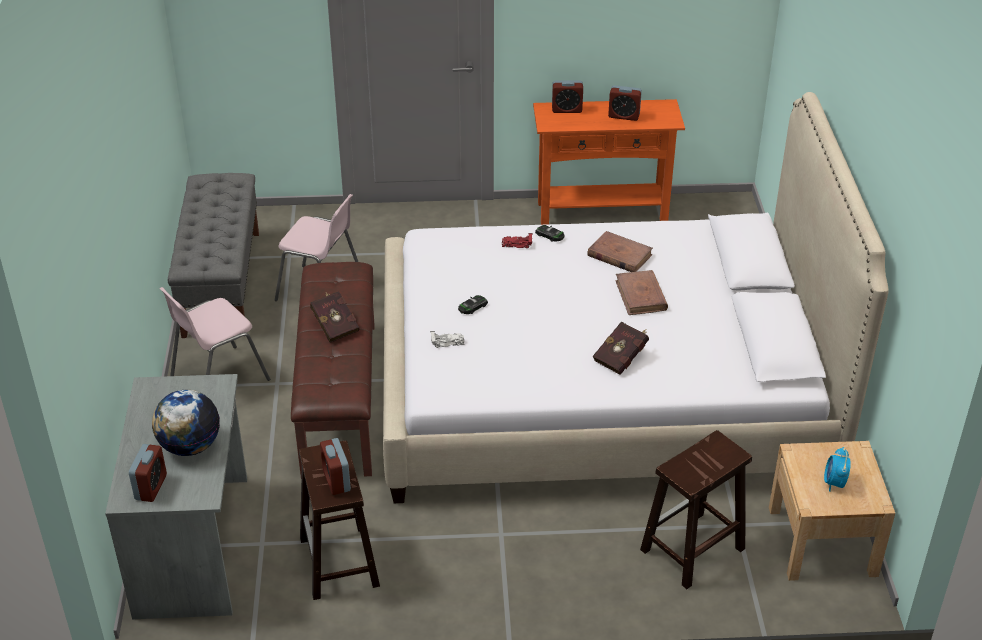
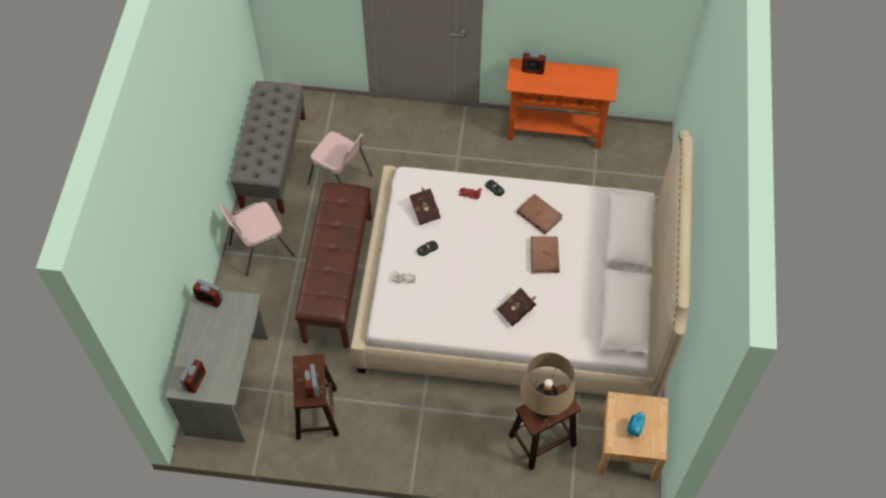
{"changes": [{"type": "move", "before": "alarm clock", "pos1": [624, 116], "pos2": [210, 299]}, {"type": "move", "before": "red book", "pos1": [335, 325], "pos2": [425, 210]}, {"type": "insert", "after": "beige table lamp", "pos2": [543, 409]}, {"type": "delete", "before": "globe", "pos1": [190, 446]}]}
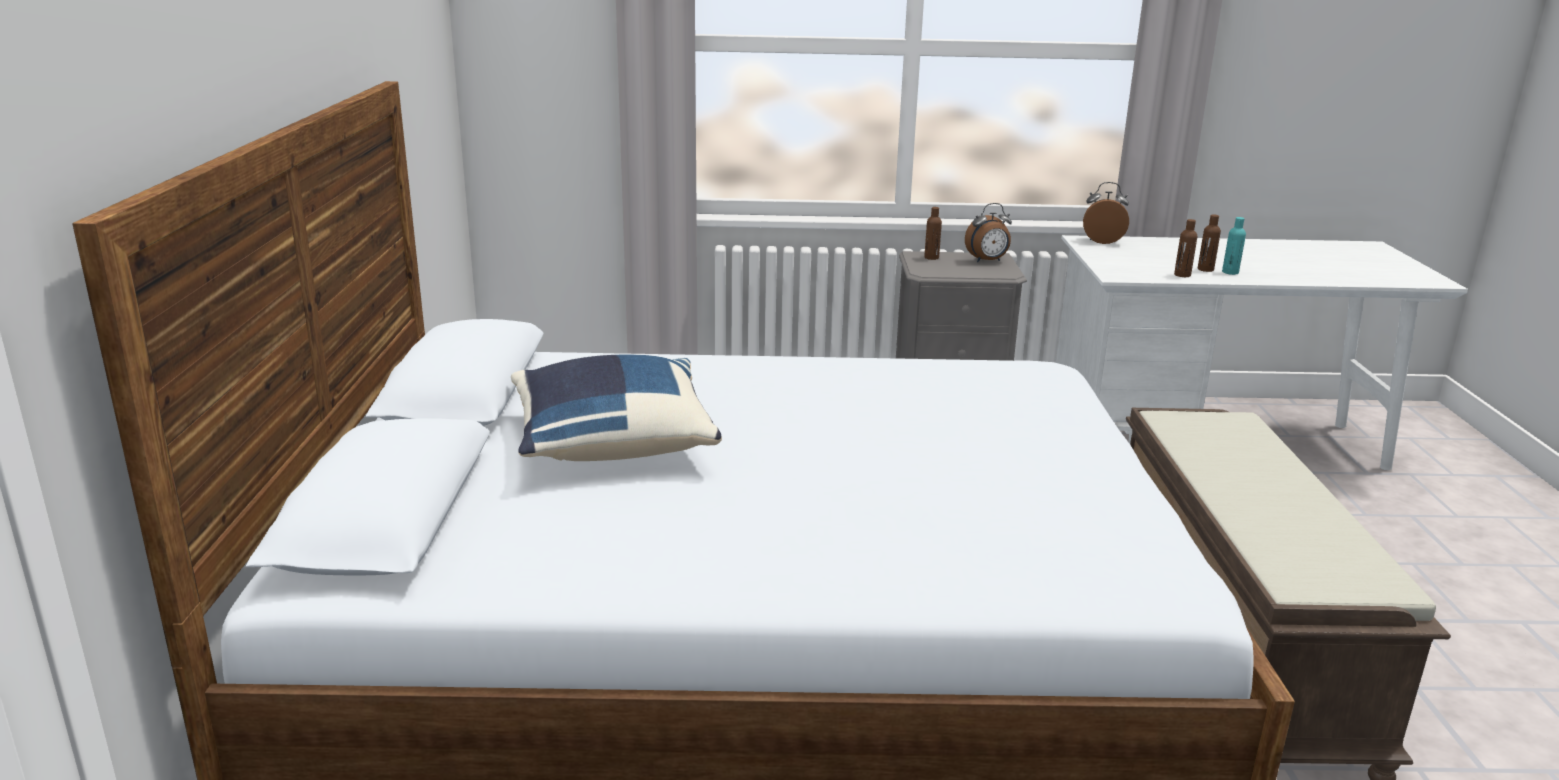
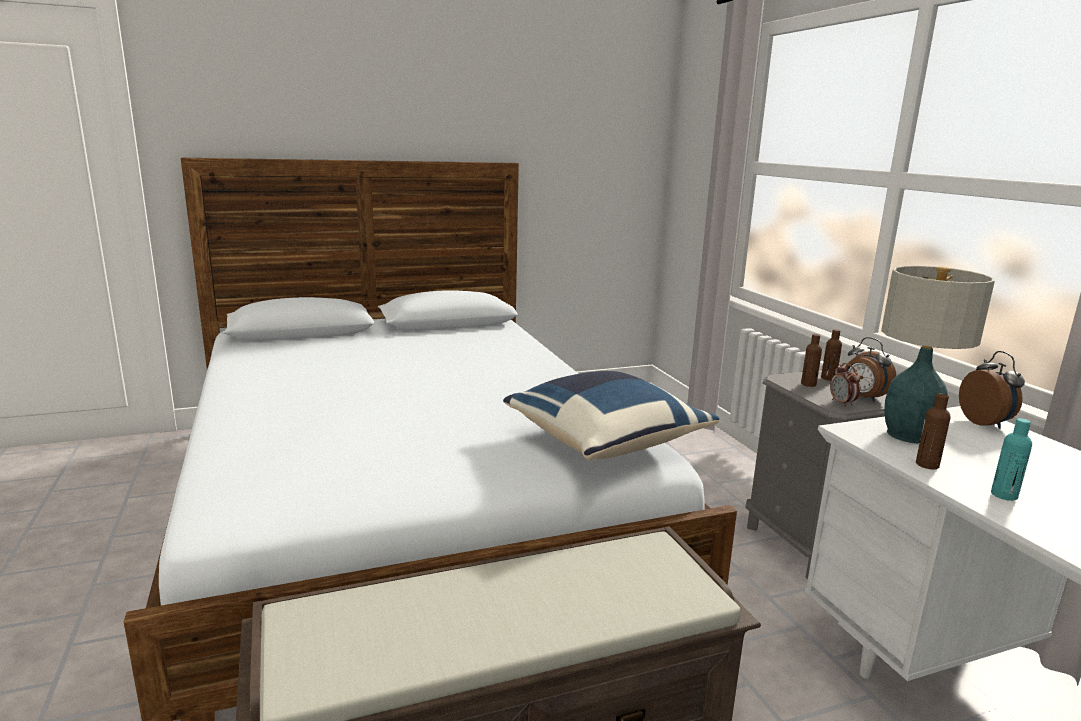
{"changes": [{"type": "move", "before": "blue pillow", "pos1": [612, 443], "pos2": [604, 441]}, {"type": "move", "before": "brown bottle", "pos1": [1205, 269], "pos2": [808, 384]}, {"type": "insert", "after": "alarm clock", "pos2": [842, 403]}, {"type": "insert", "after": "table lamp", "pos2": [907, 435]}]}
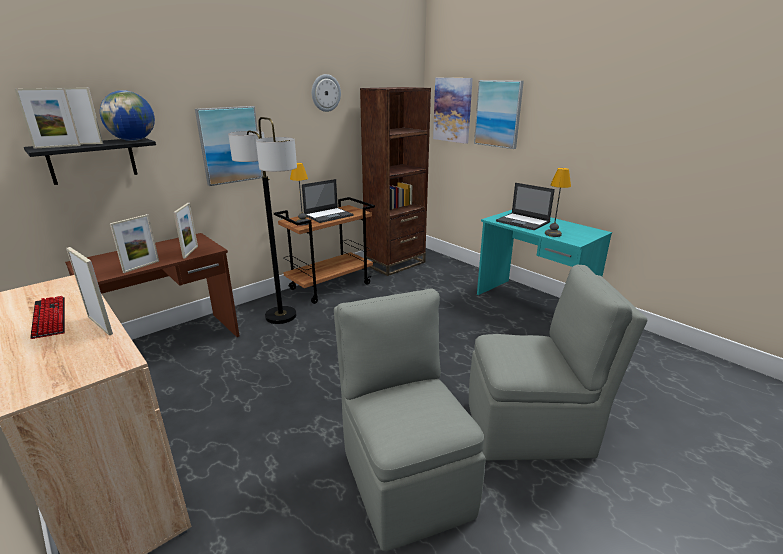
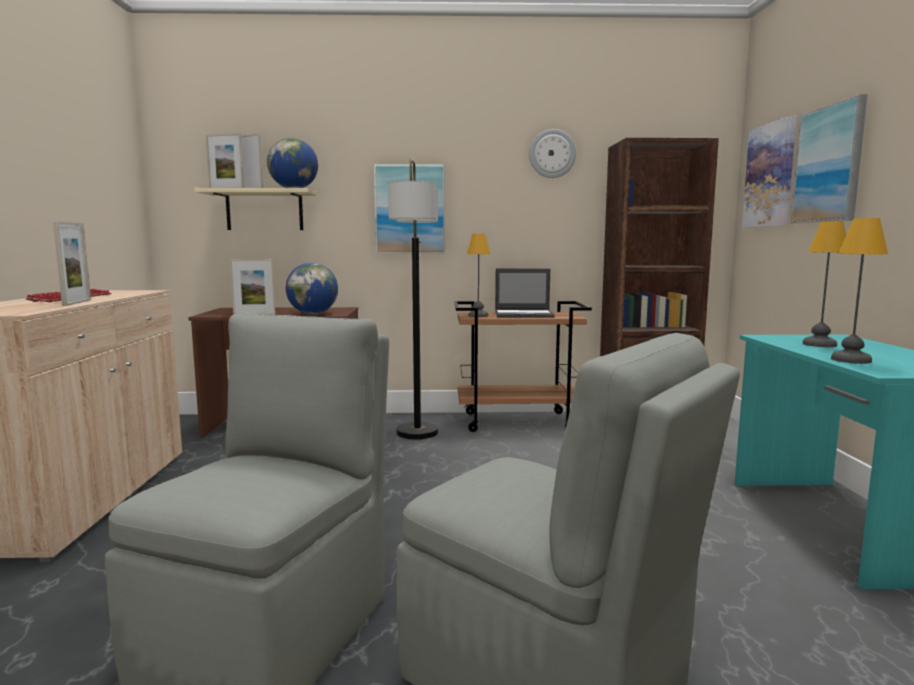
{"changes": [{"type": "recolor", "before": "black shelf", "after": "beige shelf", "pos1": [92, 160], "pos2": [264, 210]}, {"type": "replace", "before": "picture frame", "after": "globe", "pos1": [190, 252], "pos2": [313, 313]}, {"type": "replace", "before": "laptop", "after": "table lamp", "pos1": [523, 222], "pos2": [820, 344]}]}
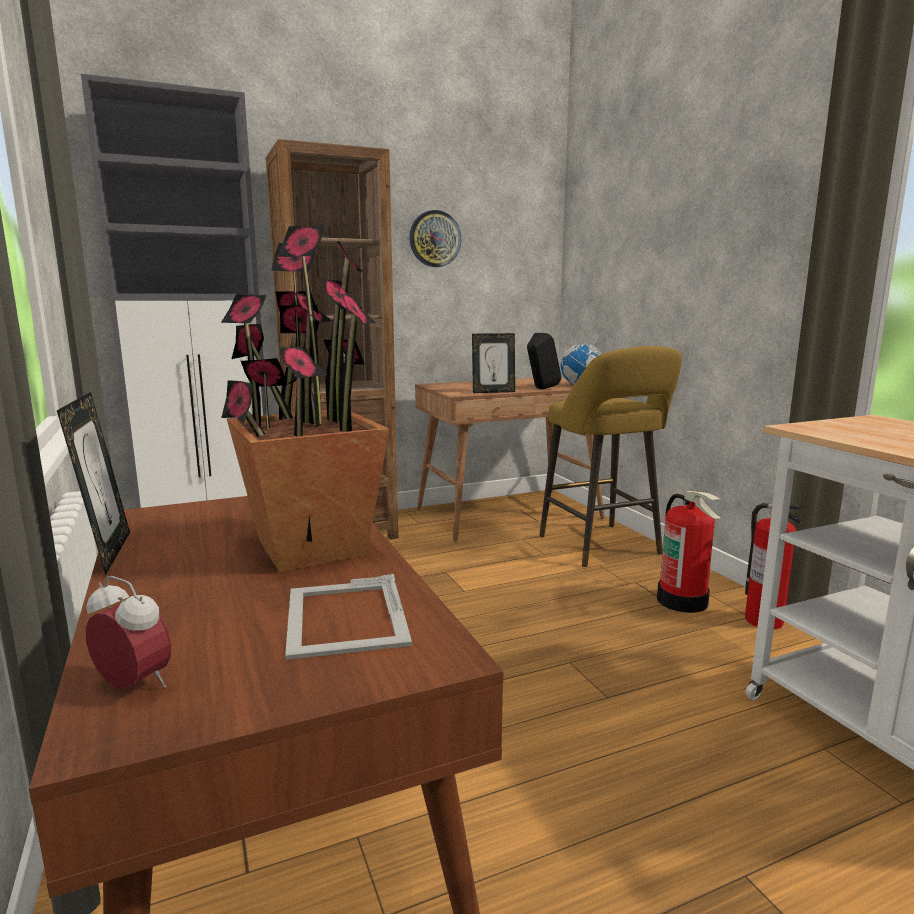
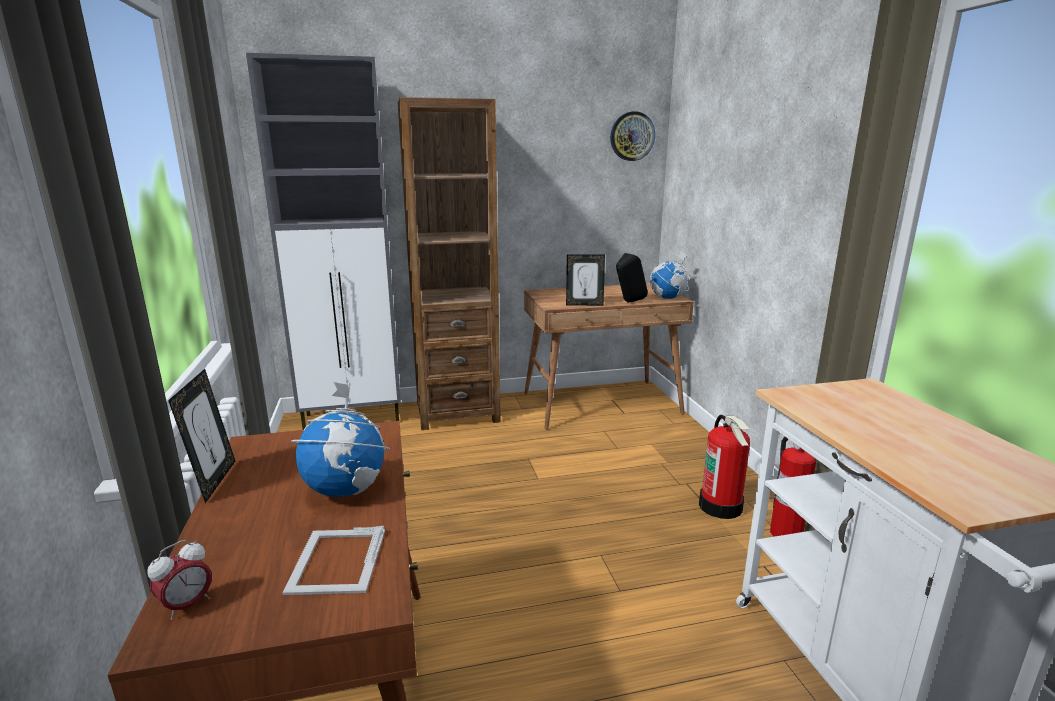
{"changes": [{"type": "rotate", "before": "alarm clock", "pos1": [134, 686], "pos2": [187, 605], "turn": 90}, {"type": "replace", "before": "potted plant", "after": "globe", "pos1": [310, 547], "pos2": [346, 489]}, {"type": "move", "before": "wall clock", "pos1": [435, 239], "pos2": [632, 136]}, {"type": "delete", "before": "yellow stool", "pos1": [603, 547]}]}
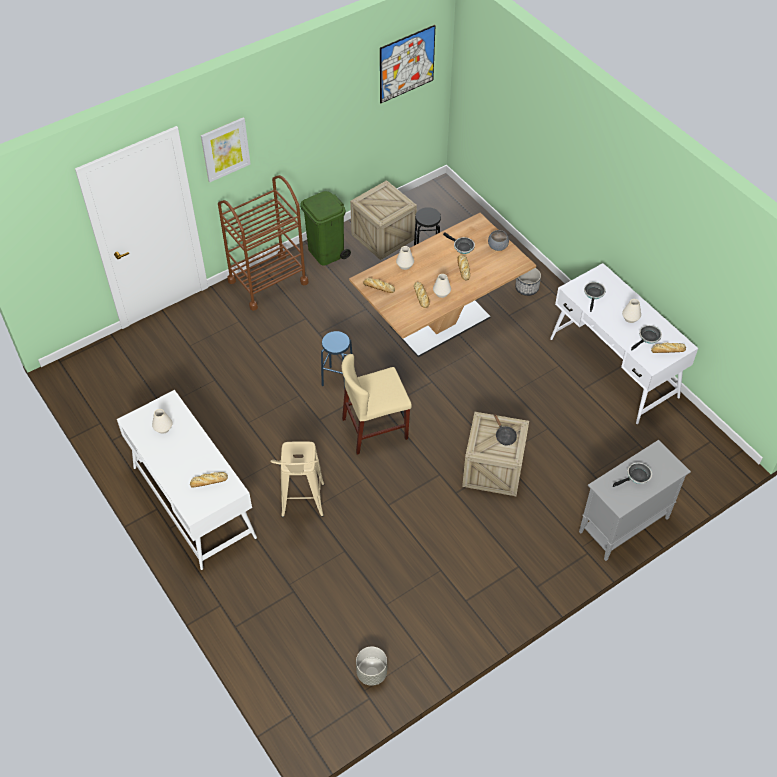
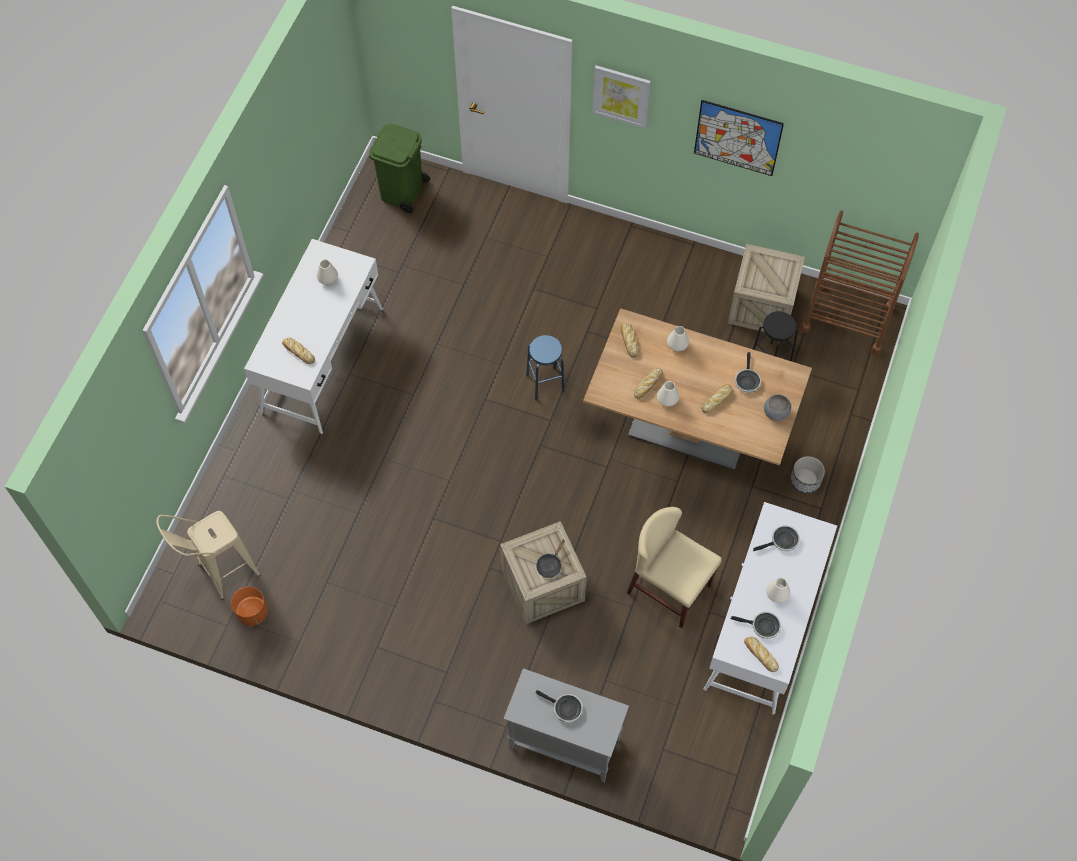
{"changes": [{"type": "move", "before": "beige stool", "pos1": [302, 507], "pos2": [220, 575]}, {"type": "recolor", "before": "grey planter", "after": "orange planter", "pos1": [371, 673], "pos2": [252, 612]}, {"type": "move", "before": "green trash can", "pos1": [326, 252], "pos2": [402, 192]}, {"type": "move", "before": "beige chair", "pos1": [375, 429], "pos2": [669, 589]}, {"type": "move", "before": "picture", "pos1": [407, 64], "pos2": [737, 138]}, {"type": "move", "before": "brown cart", "pos1": [268, 281], "pos2": [847, 318]}]}
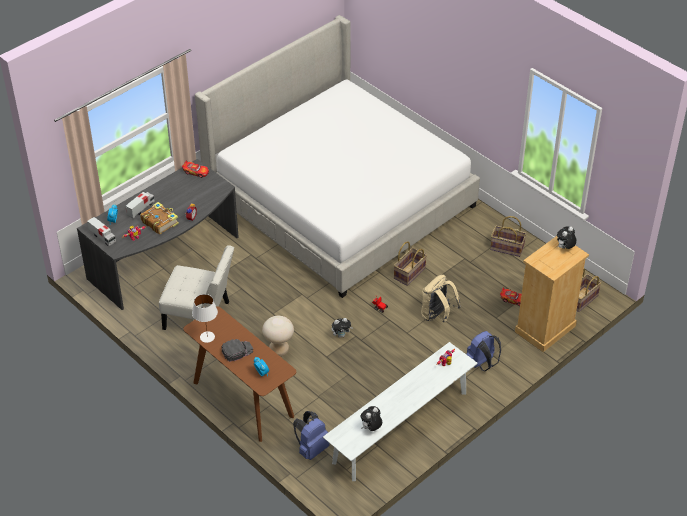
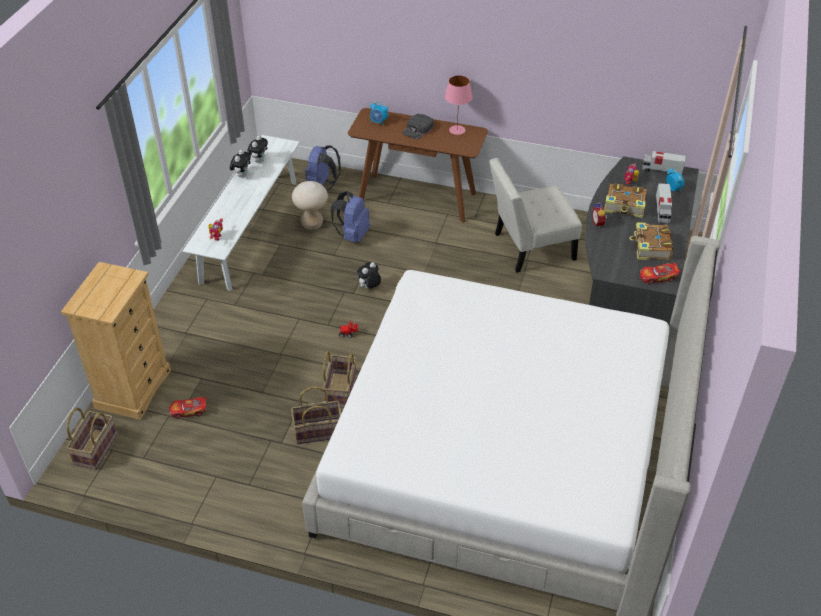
{"changes": [{"type": "move", "before": "plush toy", "pos1": [565, 248], "pos2": [242, 175]}, {"type": "move", "before": "basket", "pos1": [506, 248], "pos2": [318, 431]}, {"type": "move", "before": "beige stool", "pos1": [279, 351], "pos2": [312, 224]}, {"type": "move", "before": "blue backpack", "pos1": [482, 364], "pos2": [352, 235]}, {"type": "recolor", "before": "white table lamp", "after": "pink table lamp", "pos1": [207, 336], "pos2": [457, 130]}, {"type": "insert", "after": "book", "pos2": [651, 247]}, {"type": "delete", "before": "beige backpack", "pos1": [437, 316]}]}
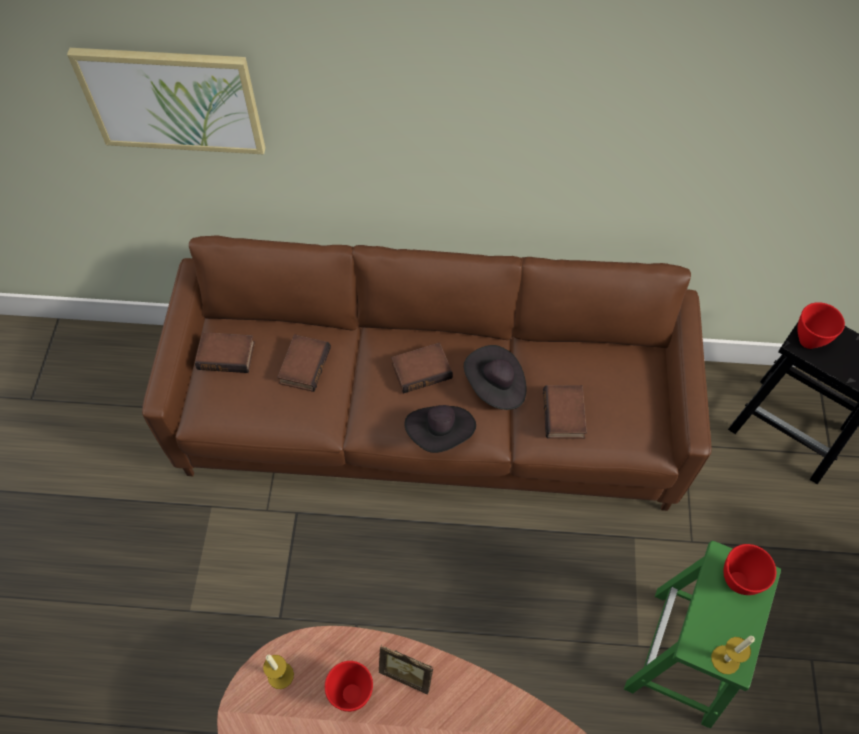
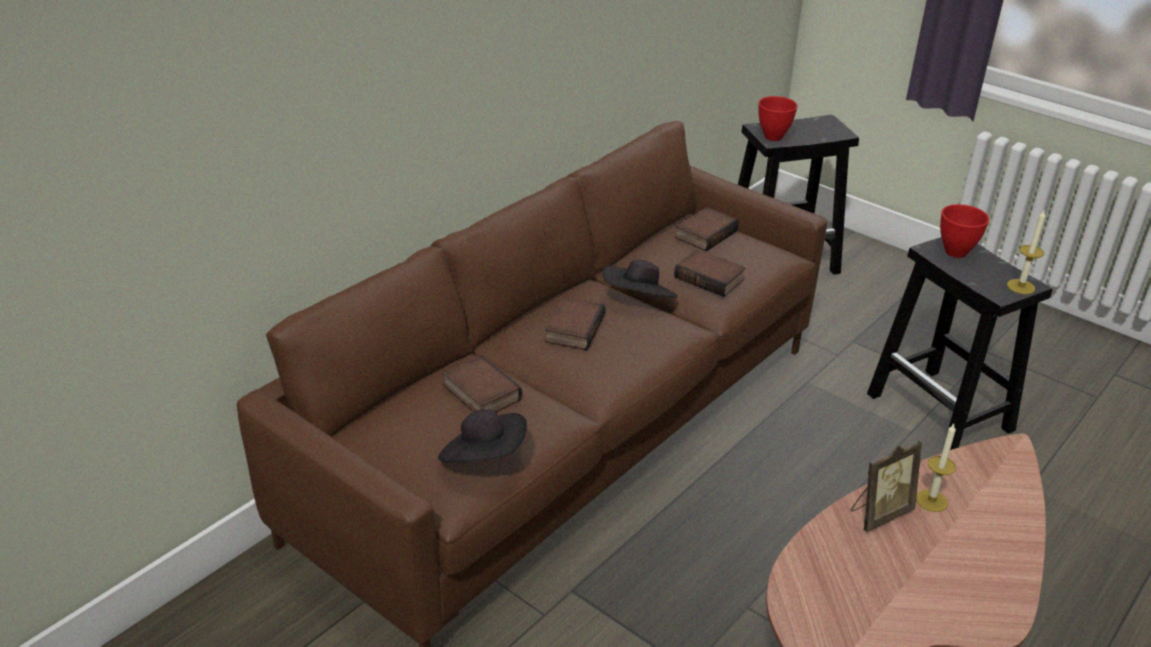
{"changes": [{"type": "move", "before": "black hat", "pos1": [440, 433], "pos2": [484, 458]}, {"type": "move", "before": "book", "pos1": [227, 354], "pos2": [705, 233]}, {"type": "recolor", "before": "green stool", "after": "black stool", "pos1": [682, 658], "pos2": [941, 413]}, {"type": "move", "before": "candle", "pos1": [280, 675], "pos2": [931, 500]}, {"type": "delete", "before": "picture", "pos1": [172, 100]}, {"type": "delete", "before": "red bowl", "pos1": [353, 694]}]}
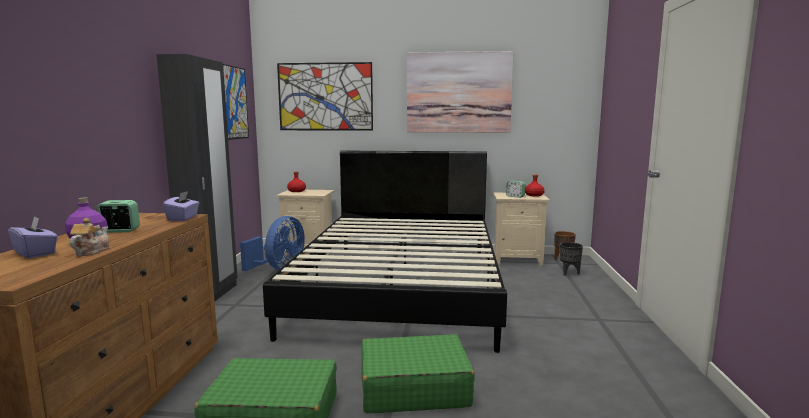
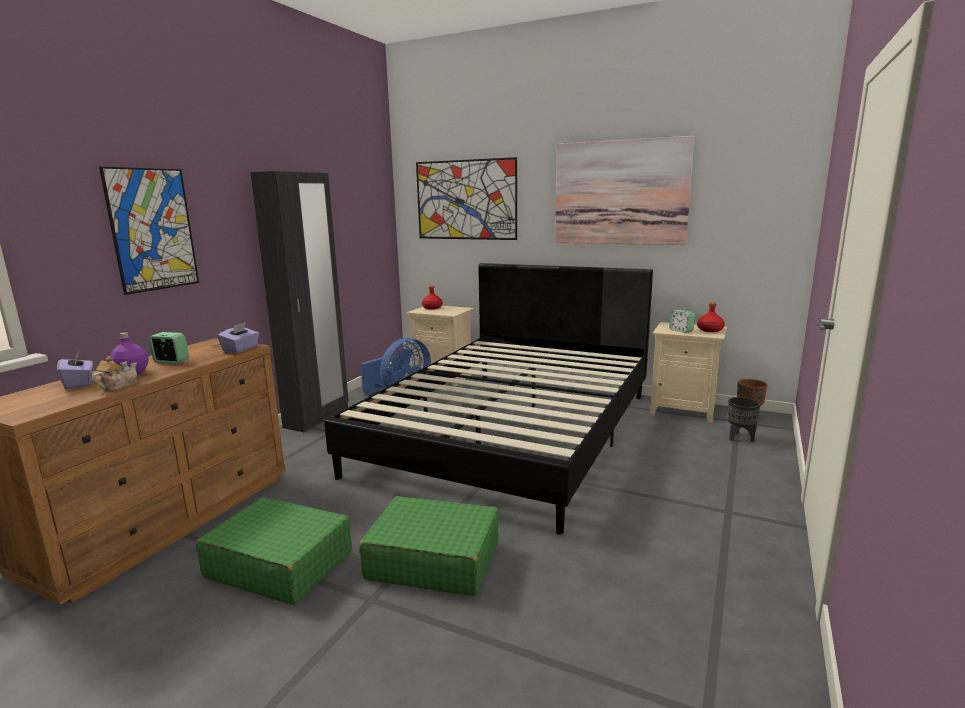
{"changes": [{"type": "move", "before": "picture", "pos1": [235, 103], "pos2": [152, 230]}]}
